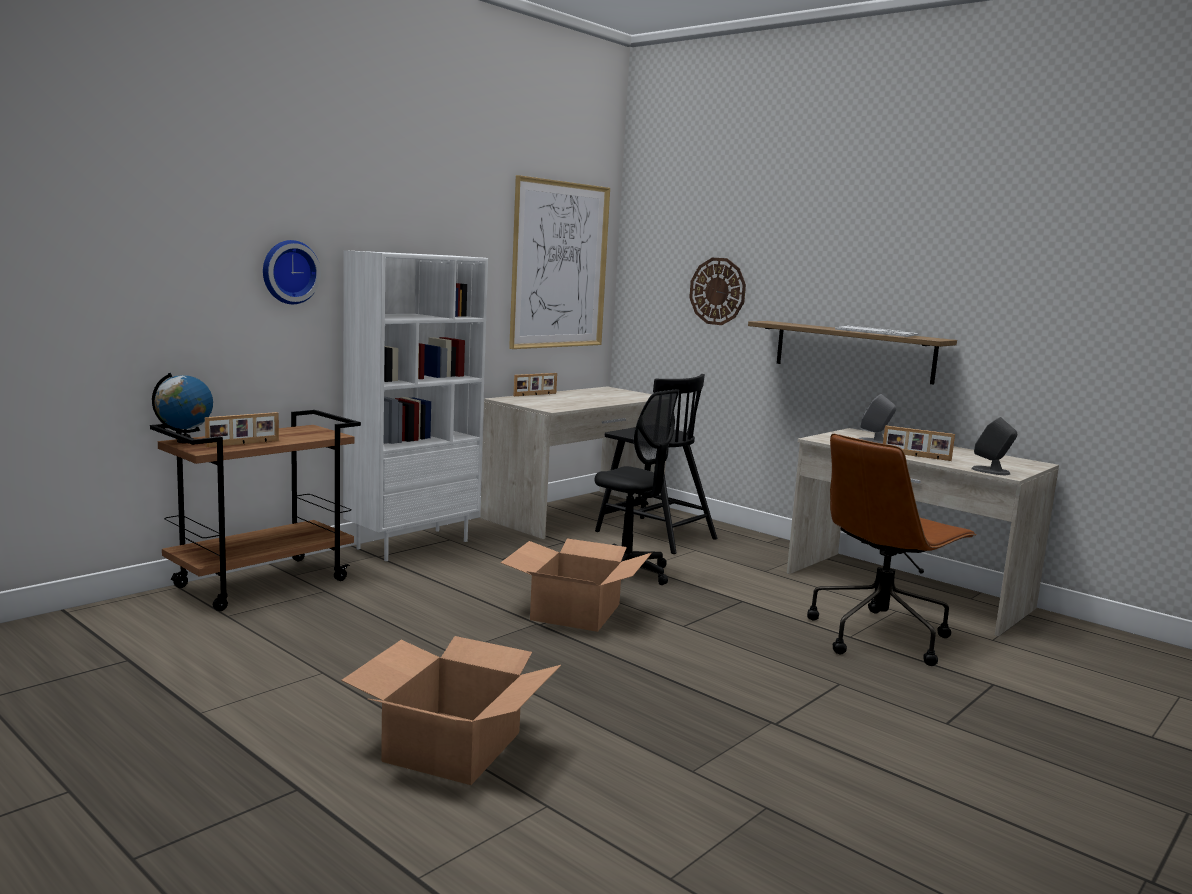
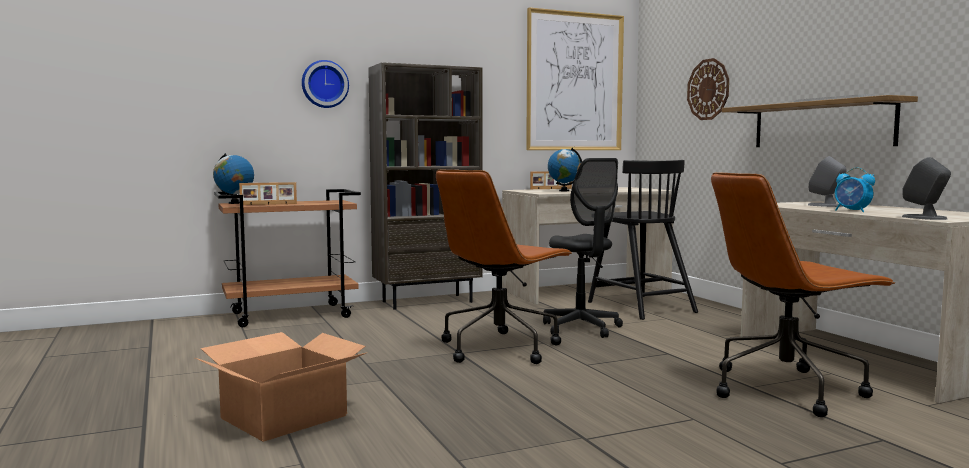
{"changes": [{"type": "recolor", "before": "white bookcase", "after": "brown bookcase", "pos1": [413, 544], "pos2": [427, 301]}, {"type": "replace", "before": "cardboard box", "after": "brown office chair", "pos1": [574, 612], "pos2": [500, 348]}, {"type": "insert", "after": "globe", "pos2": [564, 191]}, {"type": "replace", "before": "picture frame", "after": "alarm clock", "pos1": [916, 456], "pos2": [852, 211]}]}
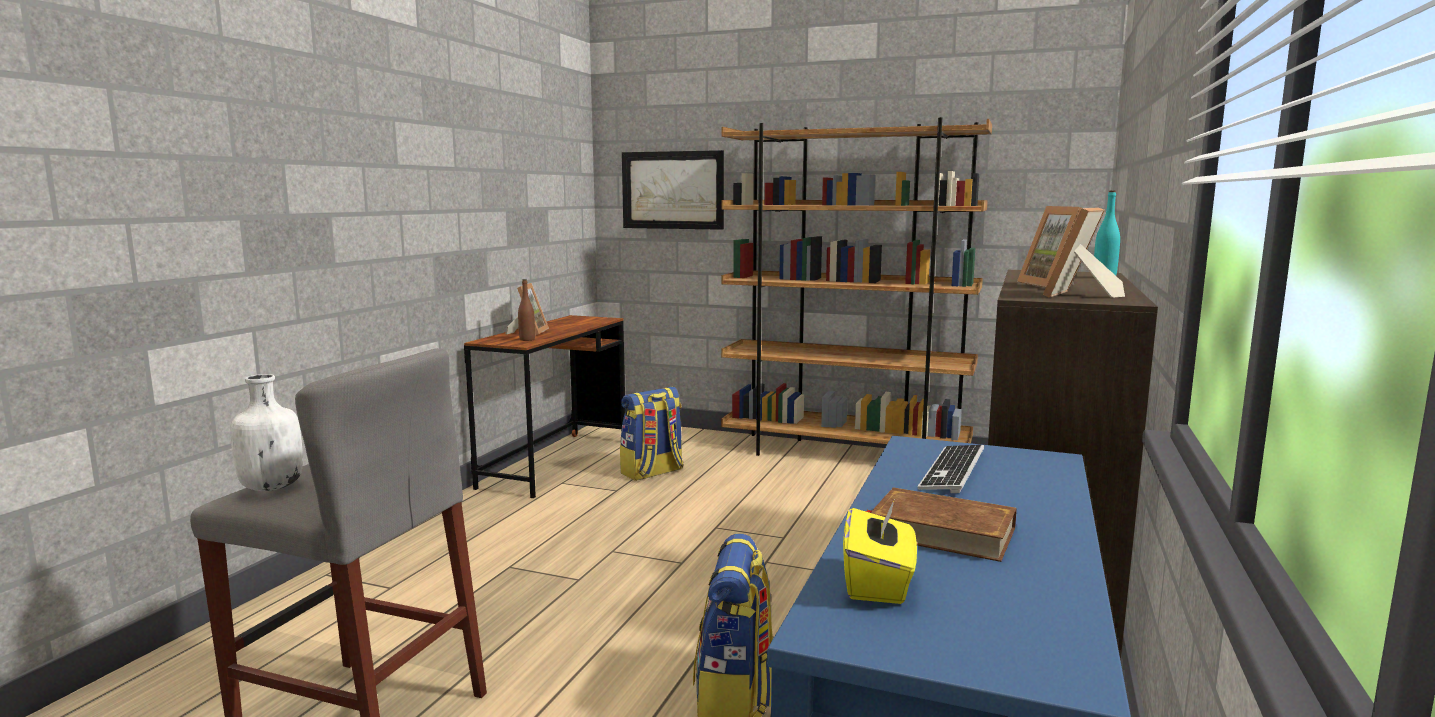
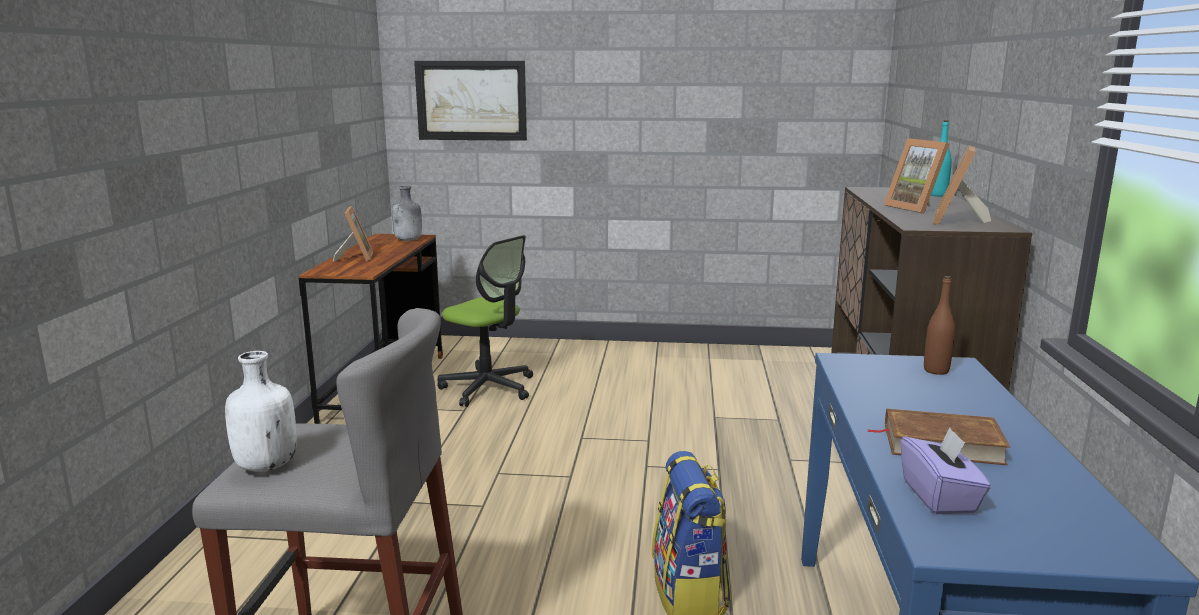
{"changes": [{"type": "insert", "after": "grey bottle", "pos2": [408, 240]}, {"type": "replace", "before": "backpack", "after": "office chair", "pos1": [652, 472], "pos2": [488, 388]}, {"type": "recolor", "before": "yellow tissue box", "after": "purple tissue box", "pos1": [878, 583], "pos2": [940, 497]}, {"type": "move", "before": "brown bottle", "pos1": [527, 339], "pos2": [936, 370]}, {"type": "delete", "before": "brown bookcase", "pos1": [845, 454]}, {"type": "delete", "before": "keyboard", "pos1": [952, 470]}]}
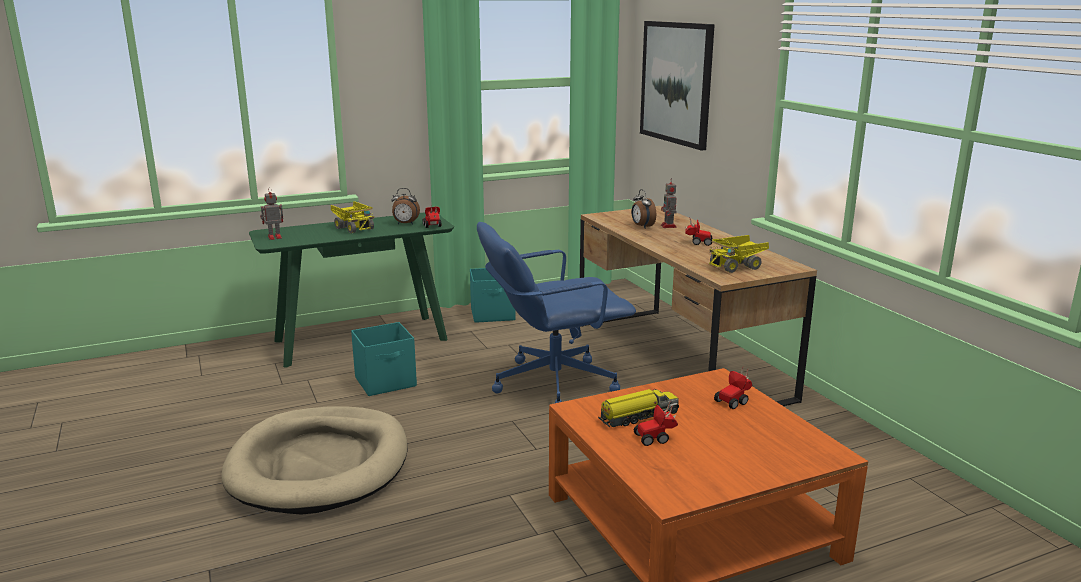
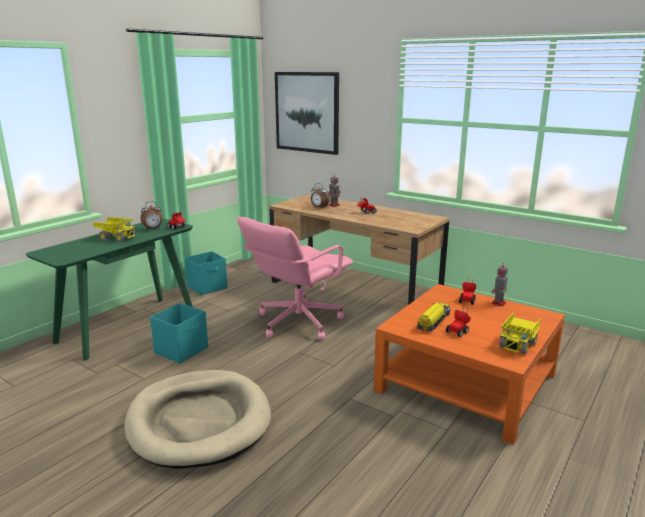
{"changes": [{"type": "recolor", "before": "blue office chair", "after": "pink office chair", "pos1": [552, 383], "pos2": [297, 322]}, {"type": "move", "before": "toy robot", "pos1": [274, 237], "pos2": [498, 303]}, {"type": "move", "before": "toy truck", "pos1": [737, 266], "pos2": [518, 344]}]}
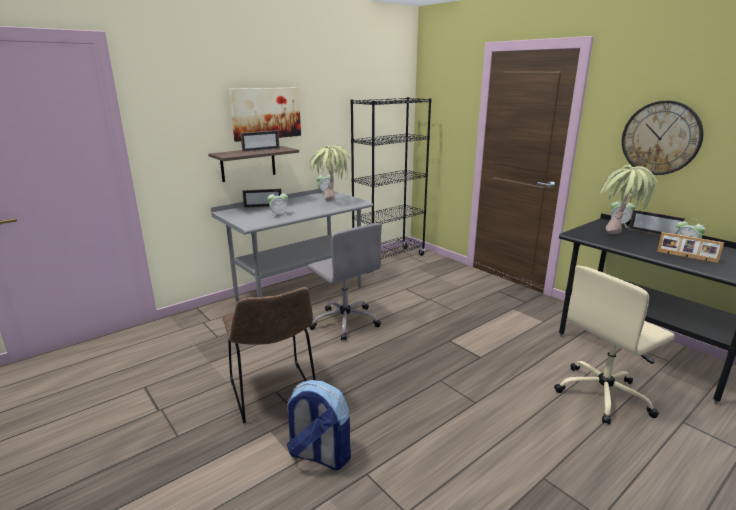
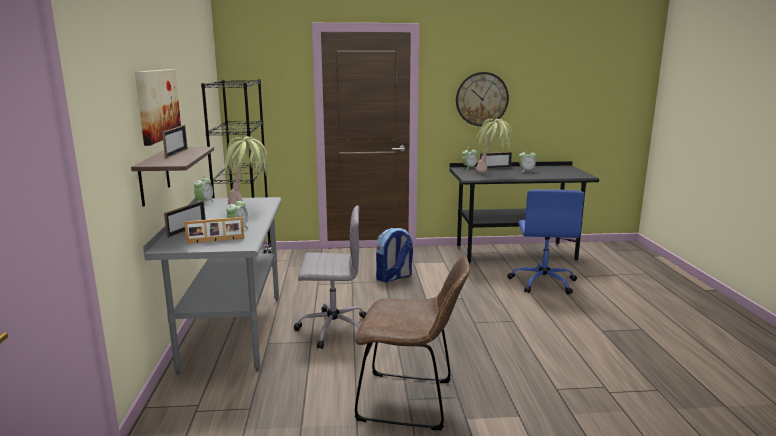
{"changes": [{"type": "move", "before": "picture frame", "pos1": [686, 257], "pos2": [215, 240]}, {"type": "move", "before": "backpack", "pos1": [319, 455], "pos2": [394, 277]}, {"type": "recolor", "before": "beige office chair", "after": "blue office chair", "pos1": [604, 395], "pos2": [543, 282]}]}
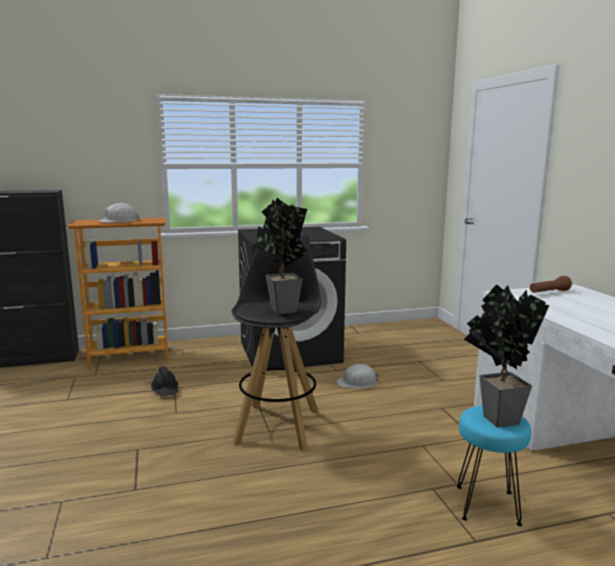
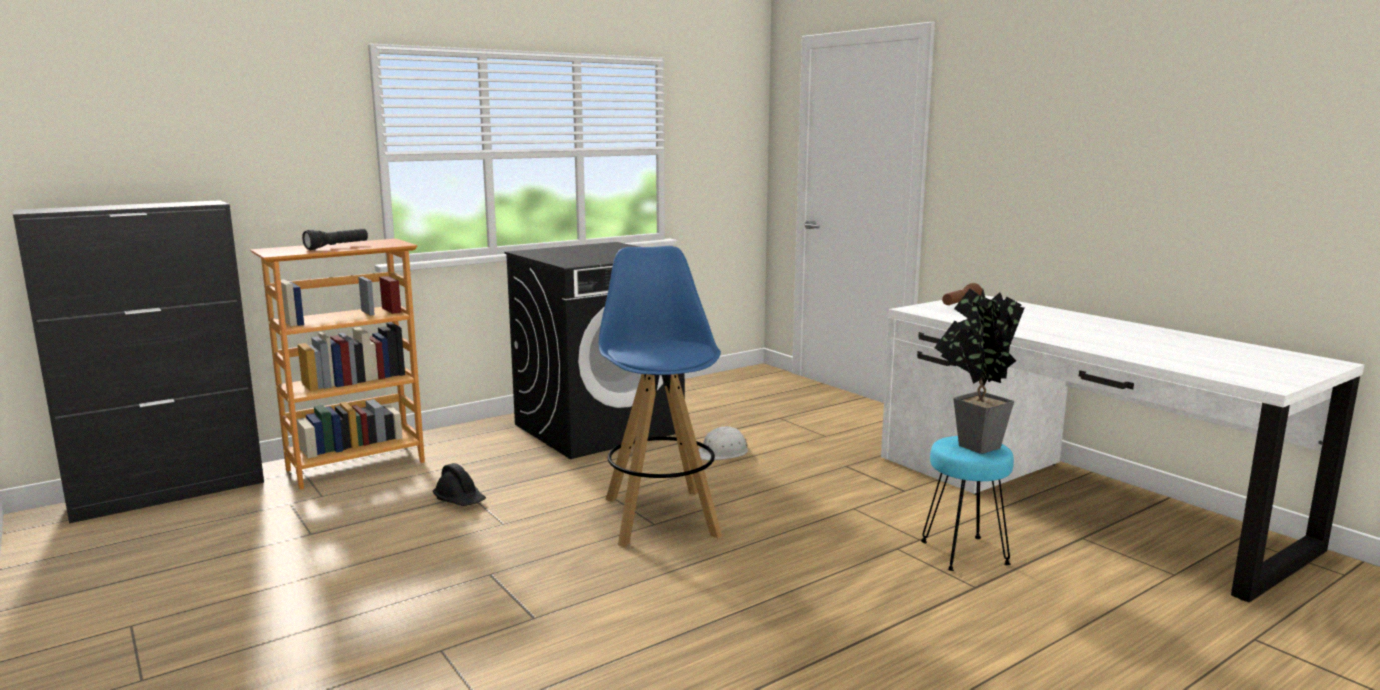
{"changes": [{"type": "replace", "before": "white hard hat", "after": "black flashlight", "pos1": [119, 221], "pos2": [337, 247]}, {"type": "recolor", "before": "black stool", "after": "blue stool", "pos1": [278, 425], "pos2": [661, 516]}, {"type": "delete", "before": "potted plant", "pos1": [282, 311]}]}
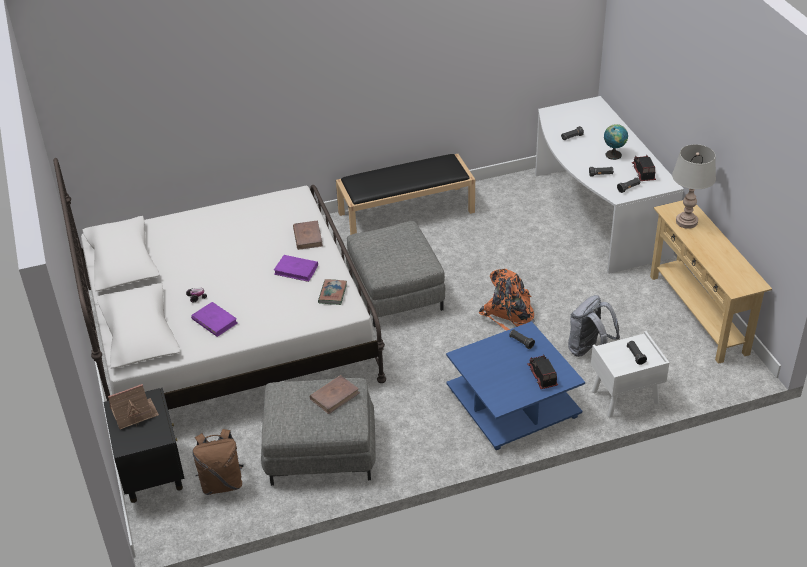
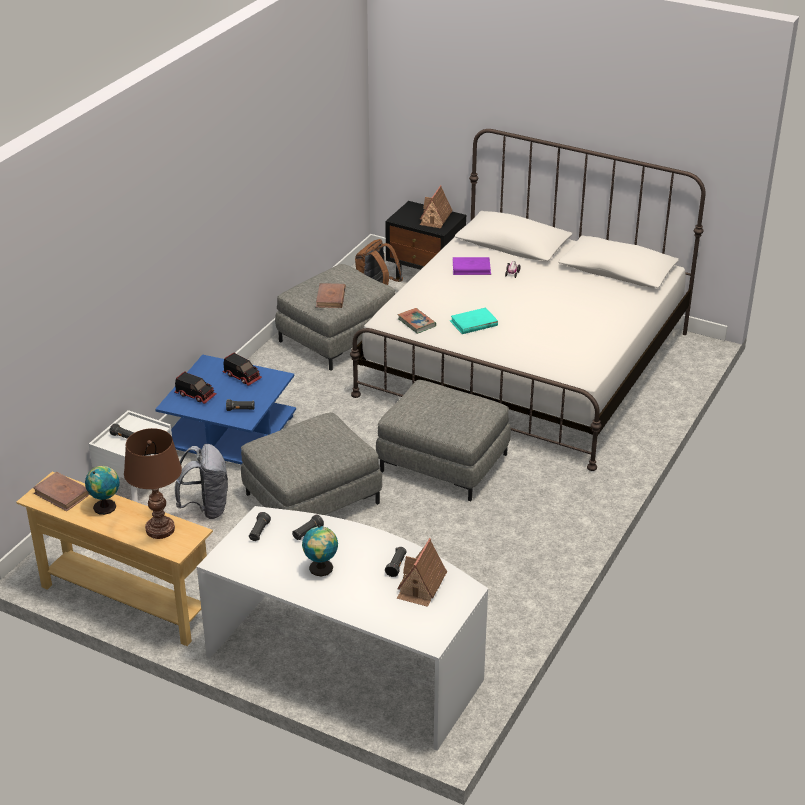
{"changes": [{"type": "move", "before": "brown book", "pos1": [307, 237], "pos2": [62, 494]}, {"type": "insert", "after": "globe", "pos2": [106, 506]}, {"type": "recolor", "before": "grey table lamp", "after": "brown table lamp", "pos1": [686, 222], "pos2": [160, 529]}, {"type": "move", "before": "toy truck", "pos1": [643, 172], "pos2": [242, 376]}, {"type": "replace", "before": "orange backpack", "after": "grey ottoman", "pos1": [510, 316], "pos2": [312, 498]}, {"type": "insert", "after": "toy house", "pos2": [421, 586]}, {"type": "recolor", "before": "purple book", "after": "turquoise book", "pos1": [296, 270], "pos2": [473, 323]}, {"type": "delete", "before": "black bench", "pos1": [407, 212]}]}
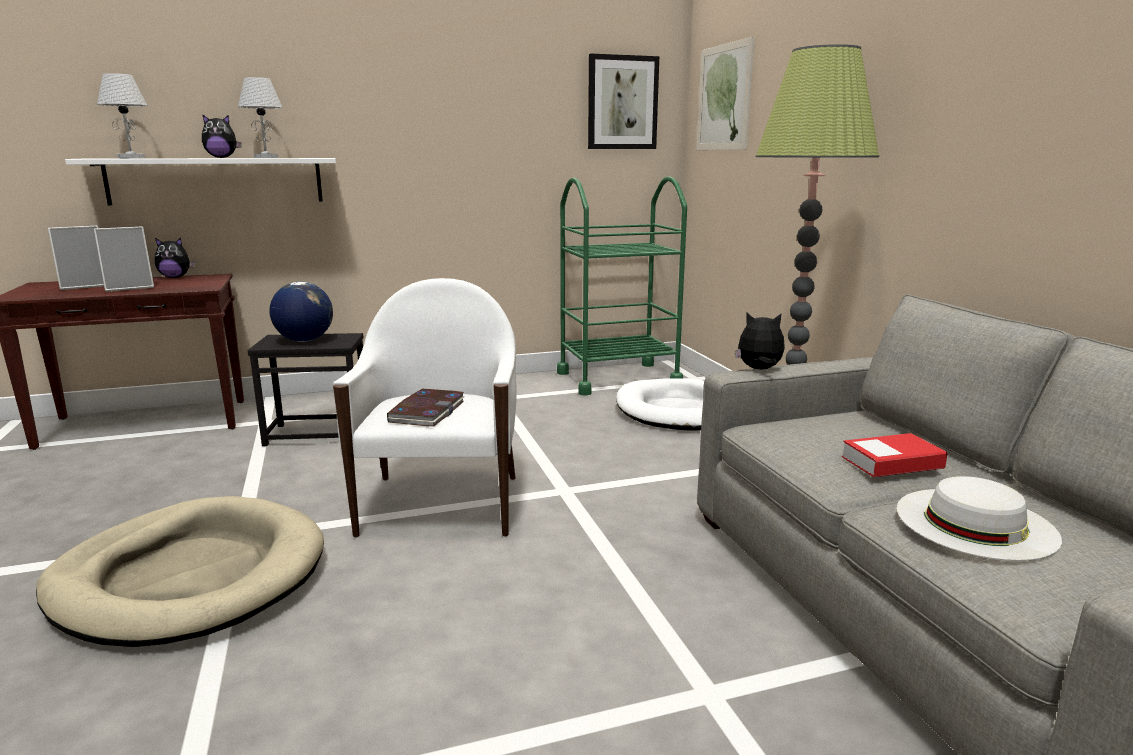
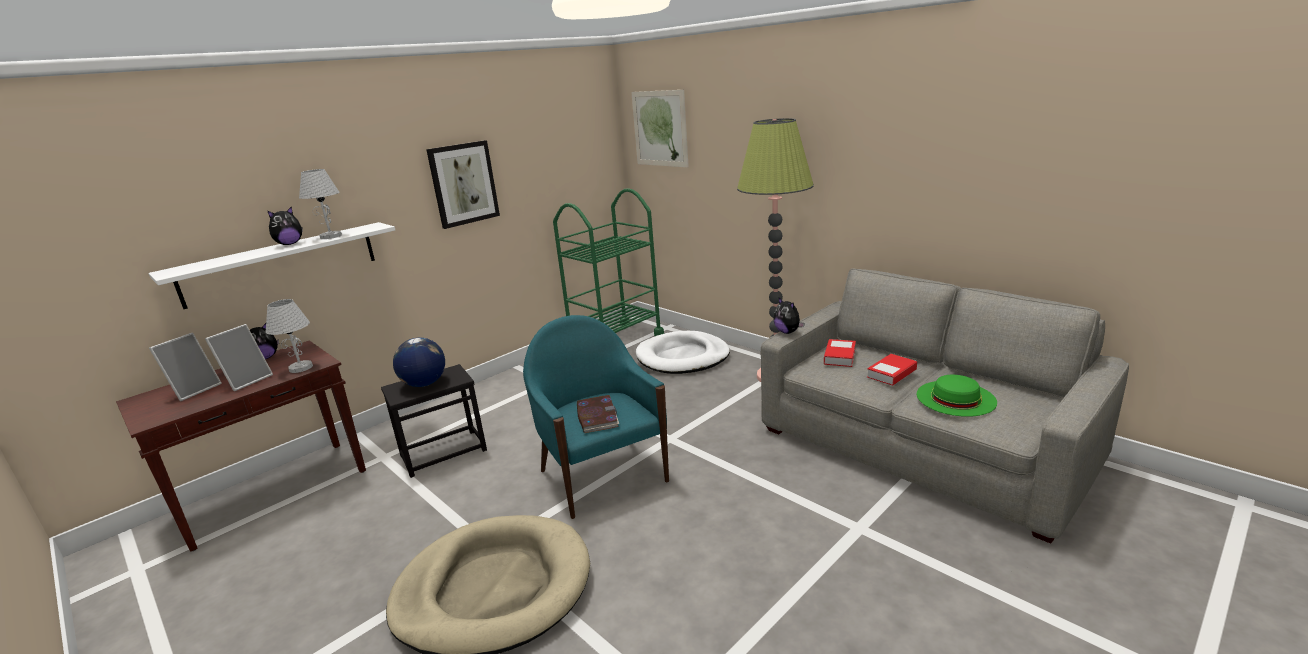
{"changes": [{"type": "move", "before": "white table lamp", "pos1": [132, 158], "pos2": [301, 367]}, {"type": "move", "before": "picture", "pos1": [622, 103], "pos2": [463, 184]}, {"type": "recolor", "before": "white armchair", "after": "turquoise armchair", "pos1": [441, 503], "pos2": [602, 475]}, {"type": "rotate", "before": "plush toy", "pos1": [759, 369], "pos2": [788, 332], "turn": -105}, {"type": "insert", "after": "book", "pos2": [839, 356]}, {"type": "recolor", "before": "white hat", "after": "green hat", "pos1": [975, 522], "pos2": [956, 398]}]}
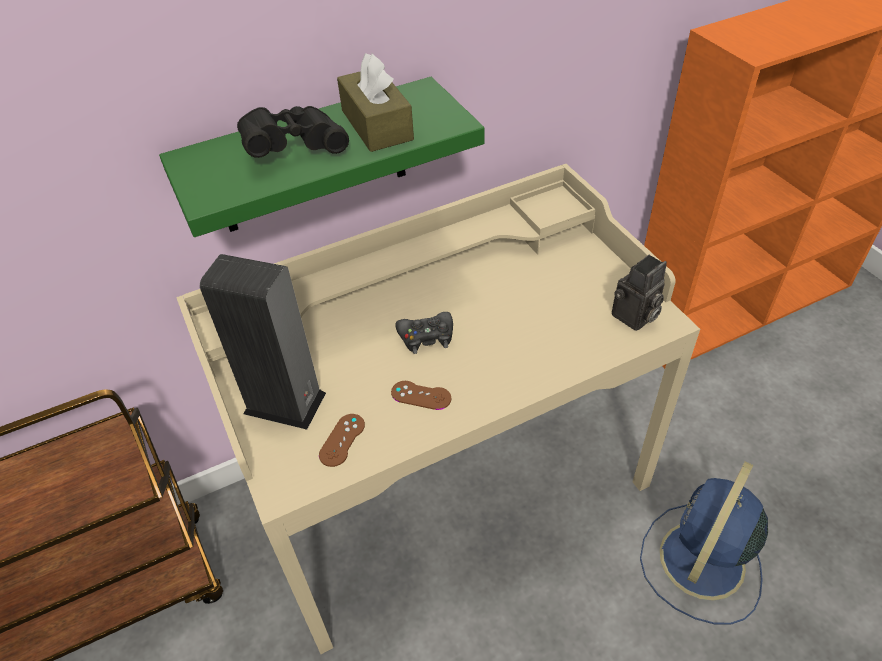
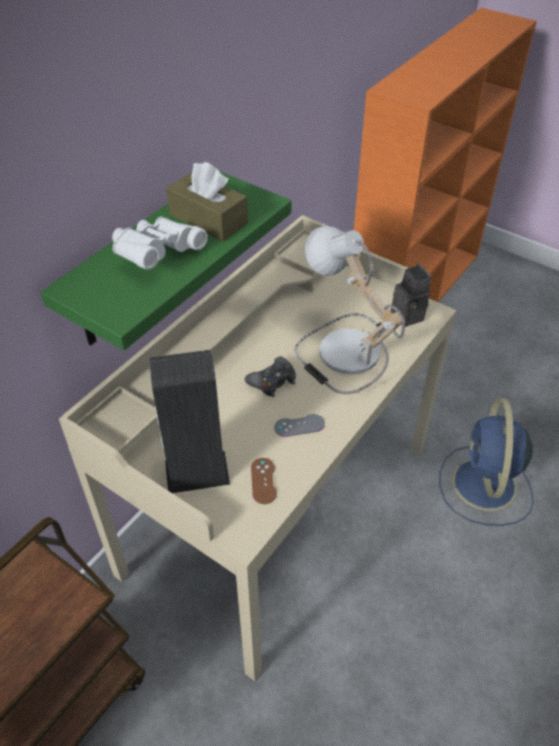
{"changes": [{"type": "recolor", "before": "black binoculars", "after": "white binoculars", "pos1": [294, 148], "pos2": [157, 255]}, {"type": "recolor", "before": "brown game controller", "after": "grey game controller", "pos1": [421, 395], "pos2": [299, 425]}, {"type": "insert", "after": "table lamp", "pos2": [341, 352]}, {"type": "rotate", "before": "photo camera", "pos1": [634, 317], "pos2": [410, 316], "turn": -45}]}
